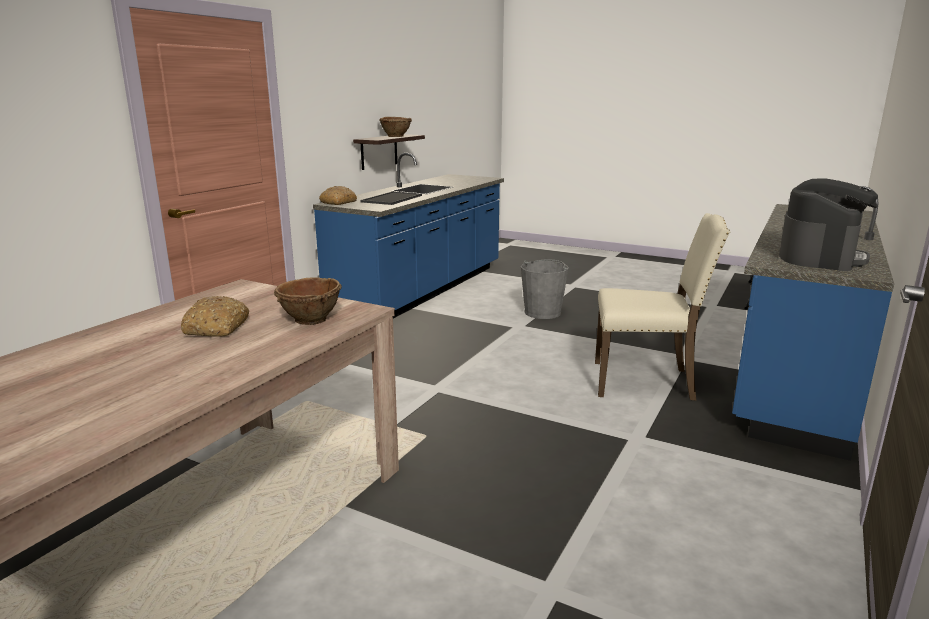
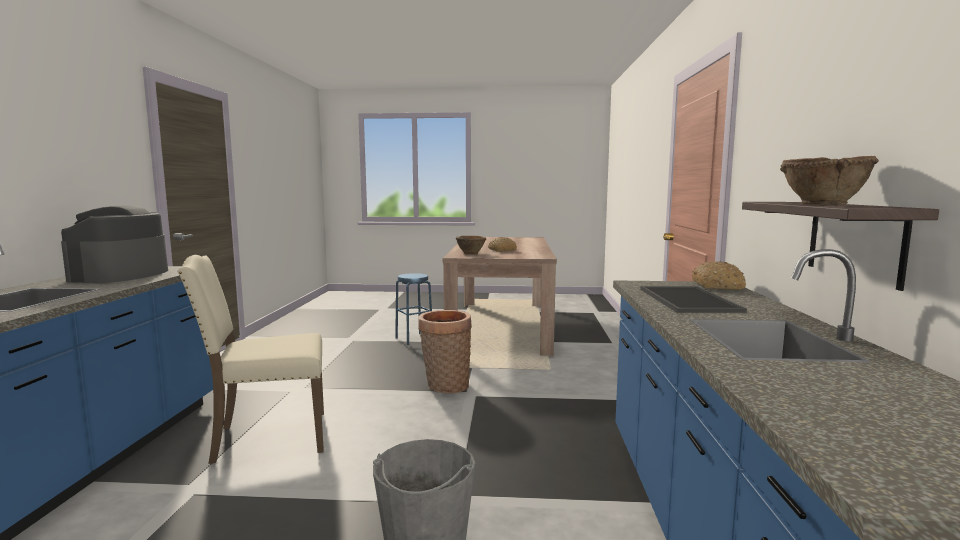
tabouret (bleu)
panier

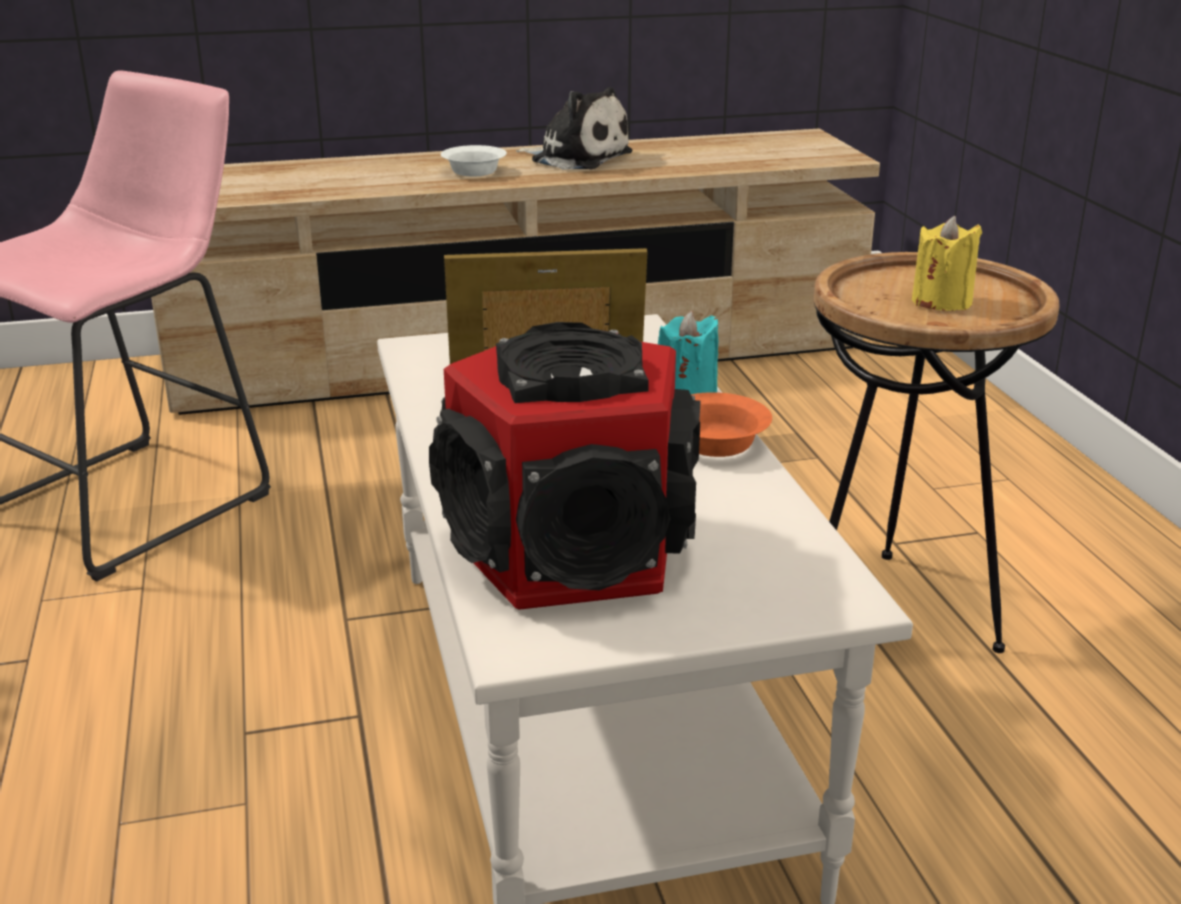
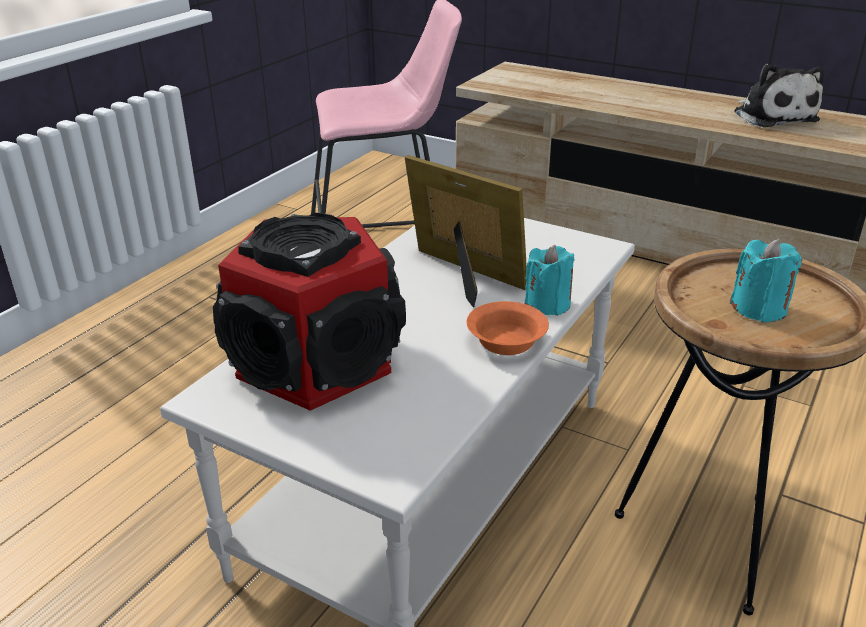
bol (blanc)
bougie (turquoise) (no. 2 from left)

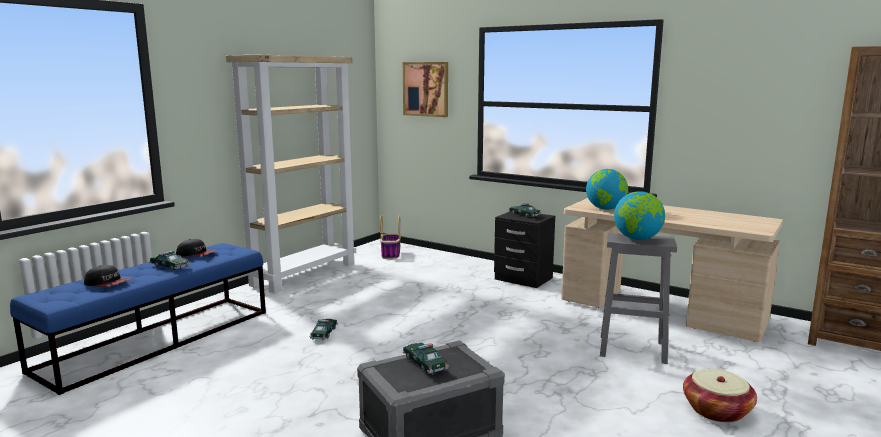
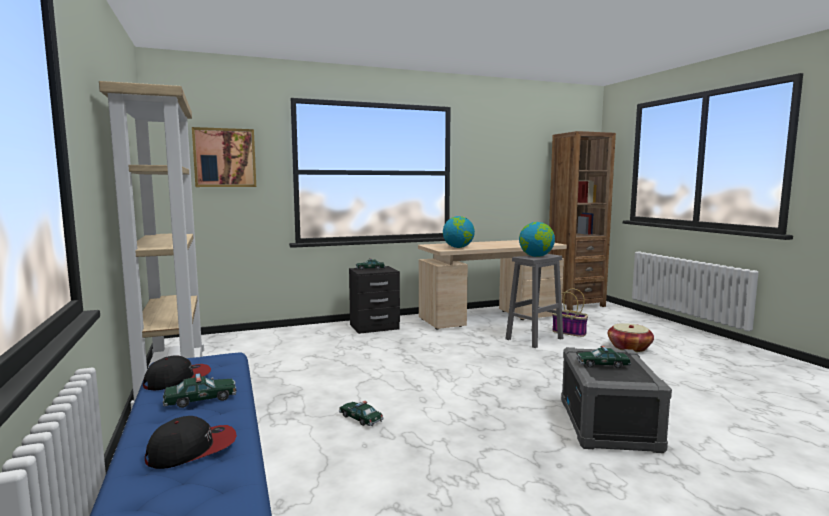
panier (no. 1 from left)

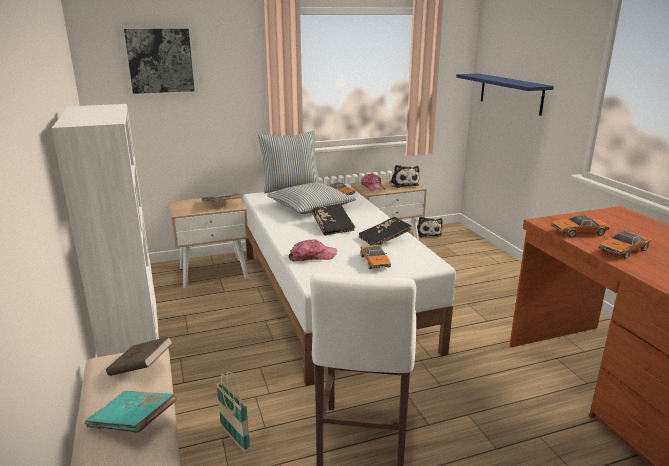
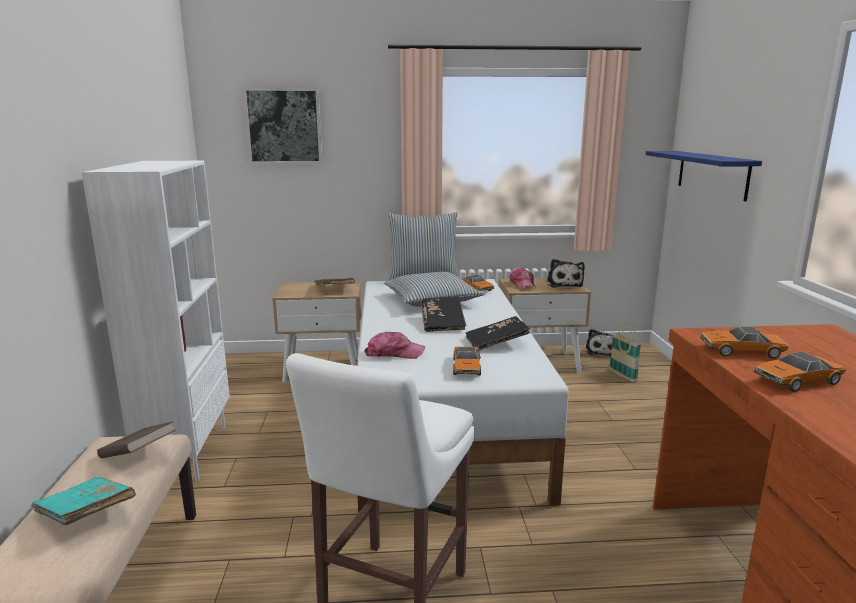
panier

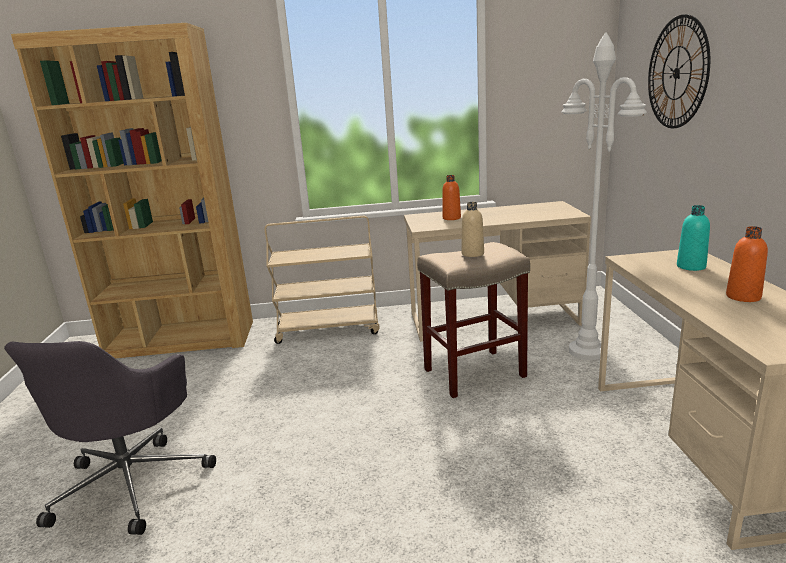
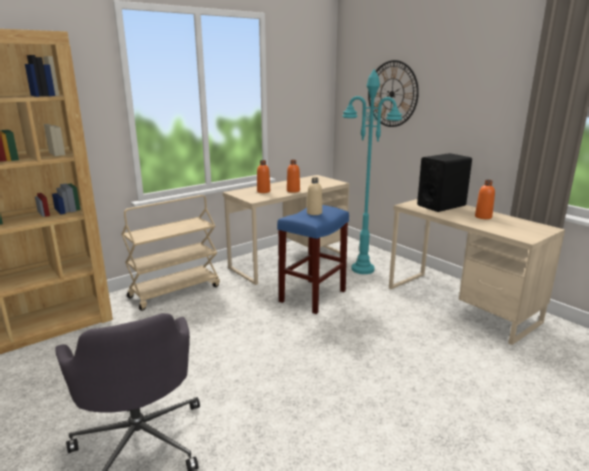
lampadaire (turquoise)
enceinte (noir)
tabouret (bleu)
bouteille (orange) (no. 2 from left)

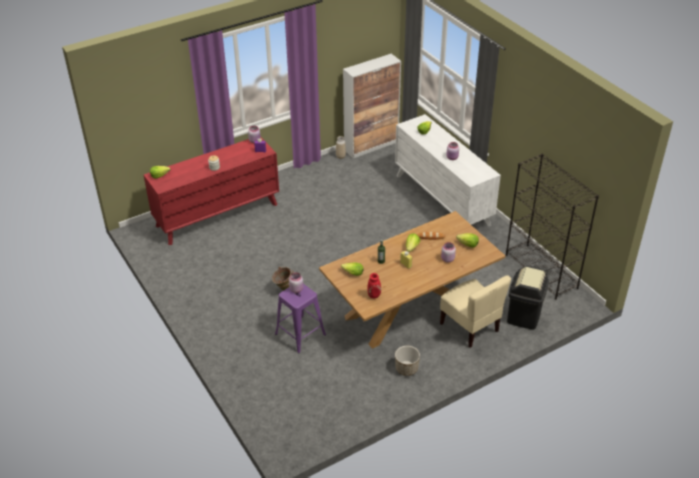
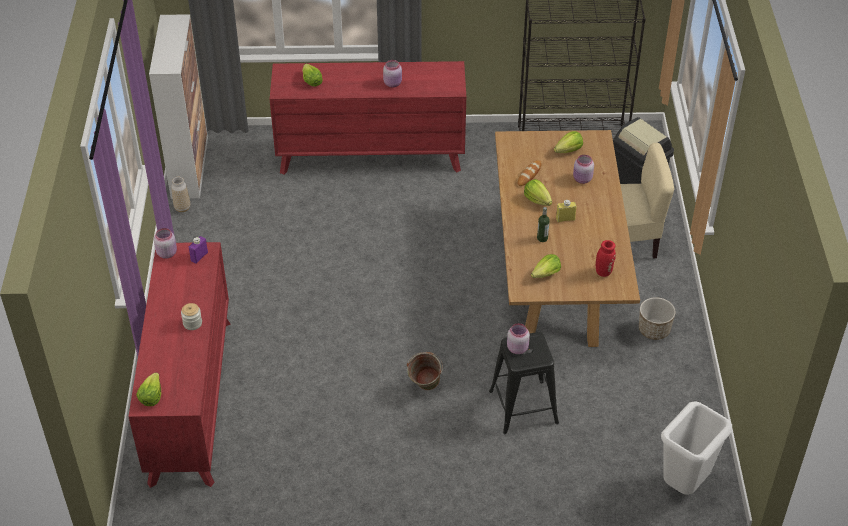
commode (rouge) (no. 2 from left)
tabouret (noir)
poubelle (blanc)

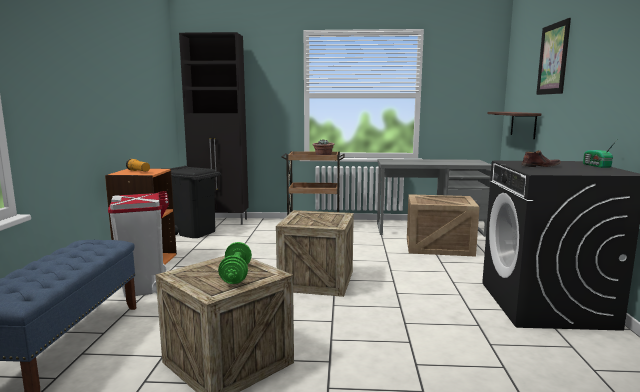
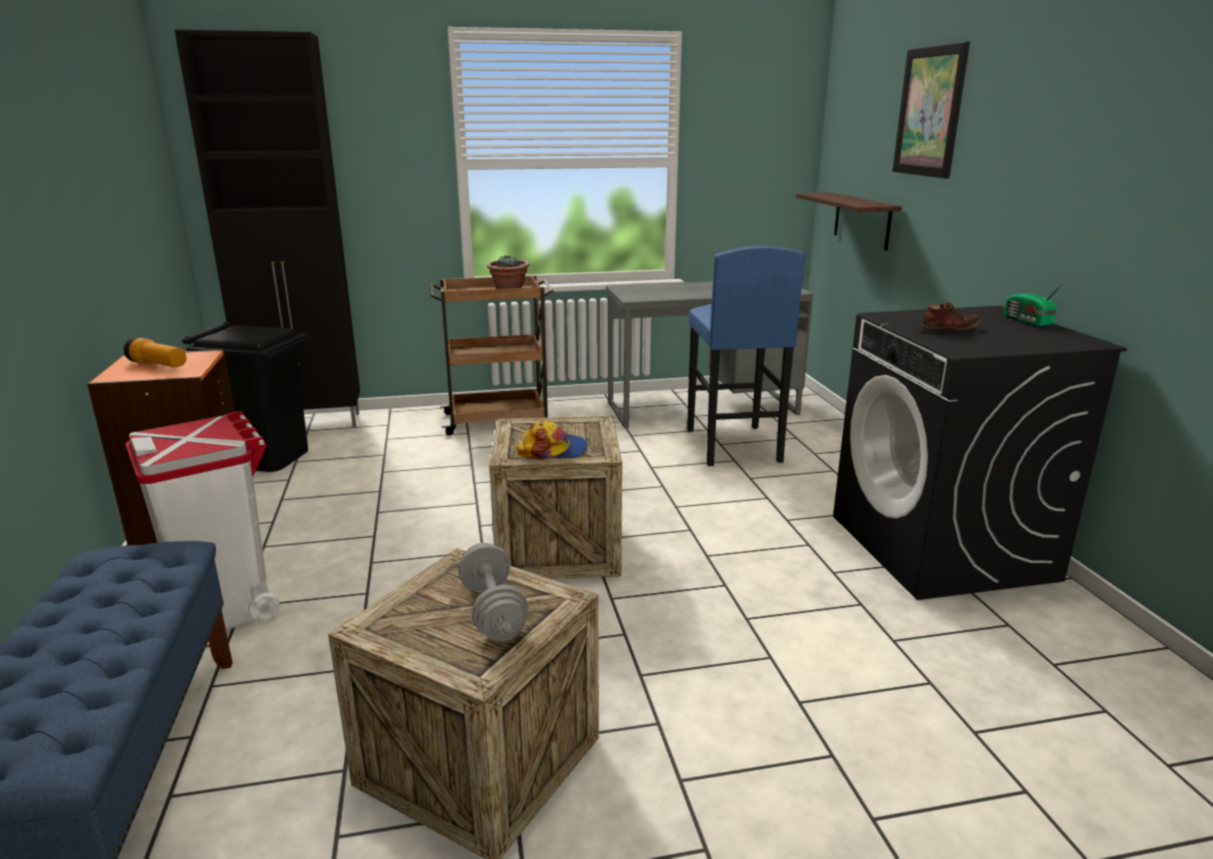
tabouret (bleu)
haltère (gris)
casquette

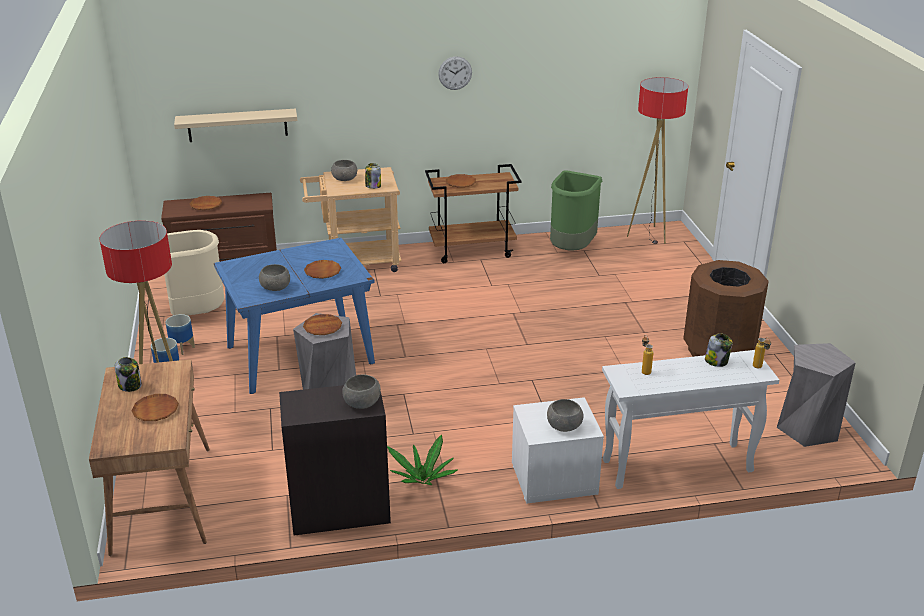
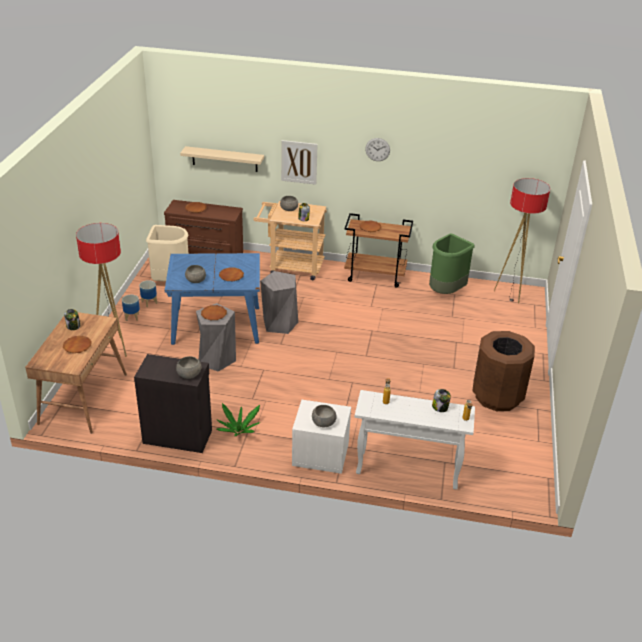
tabouret (gris) (no. 2 from left)
tableau

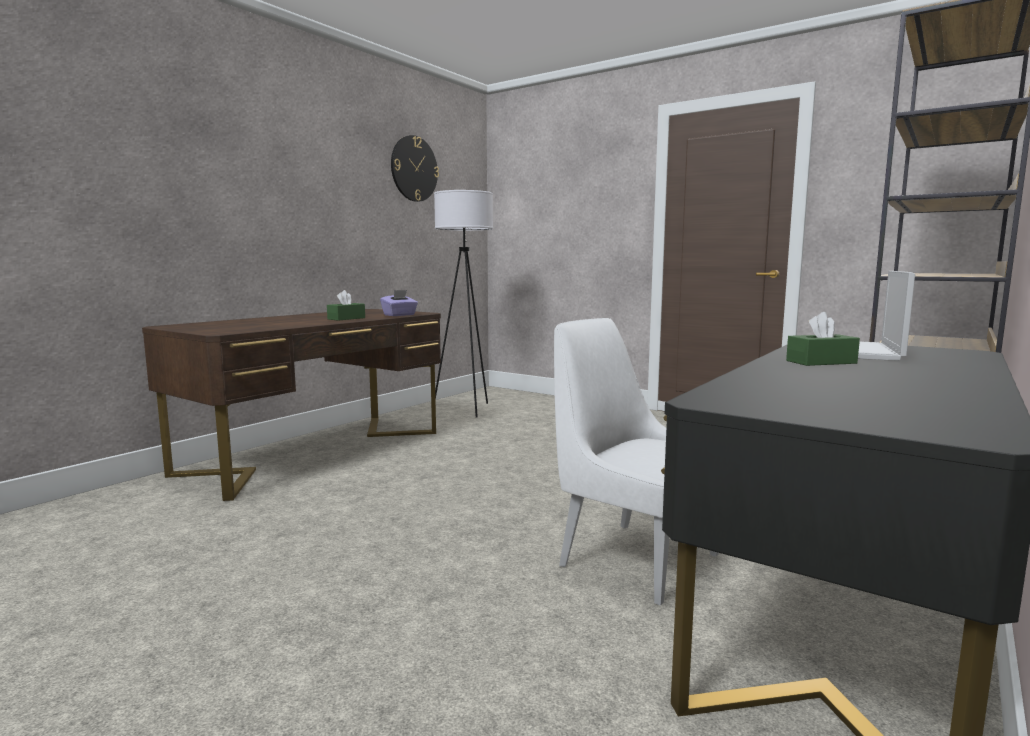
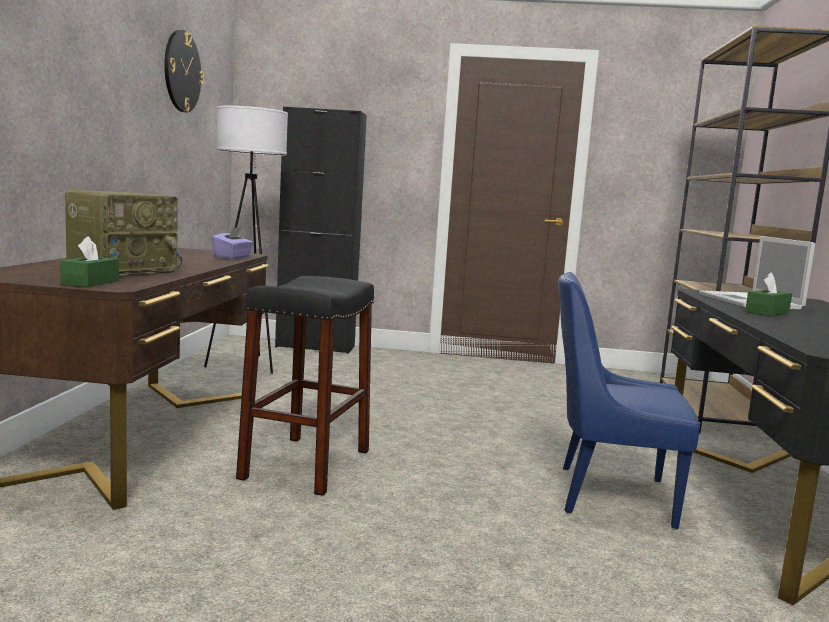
boîte à mouchoirs (vert) (no. 1 from left)
chaise (bleu)
meuble de rangement (noir)
radio
tabouret (noir)

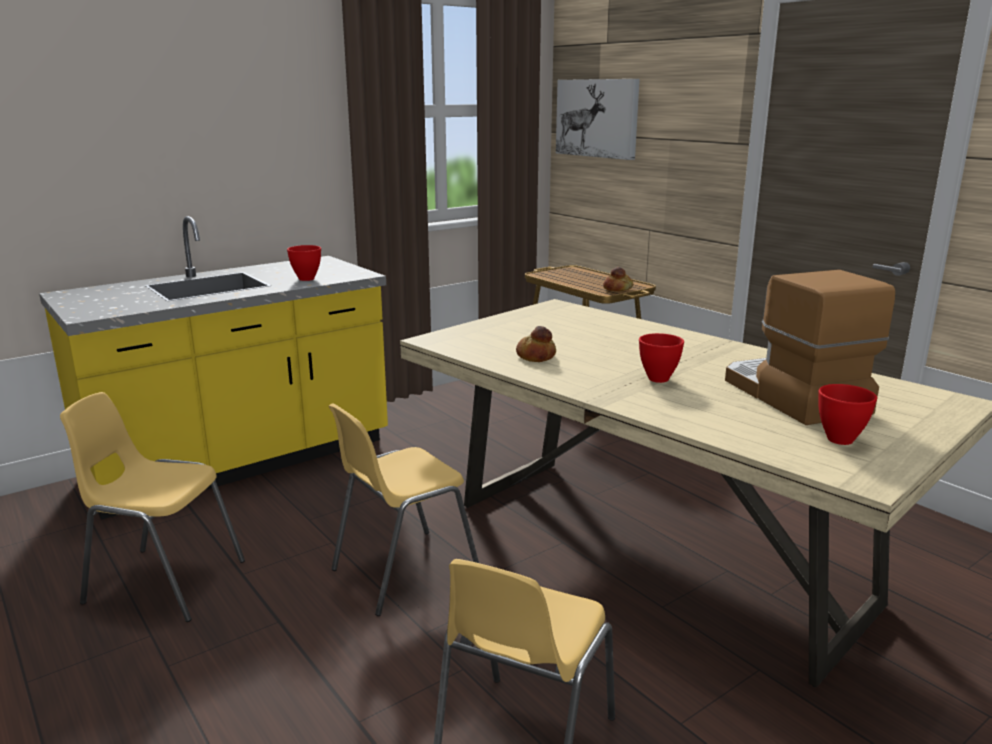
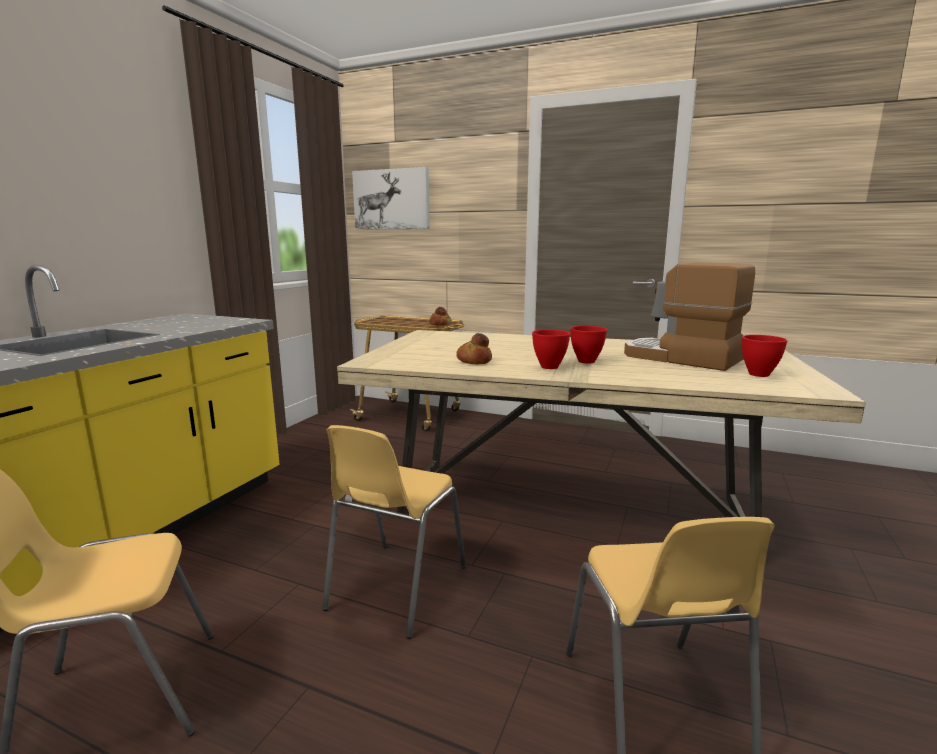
bol (rouge) (no. 1 from left)

